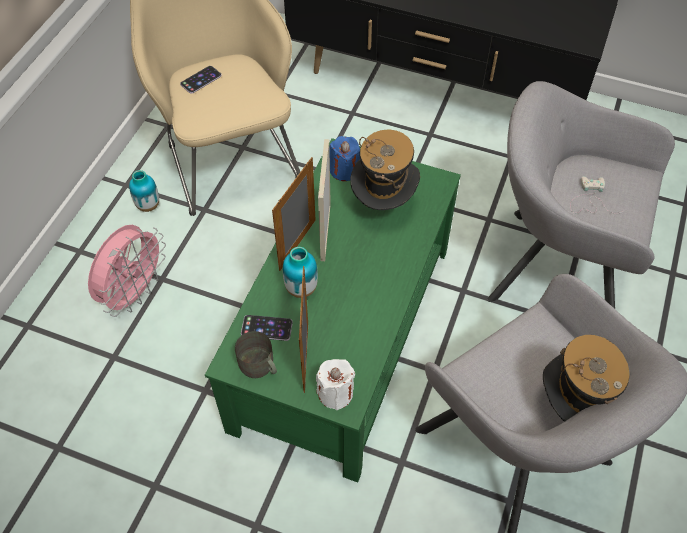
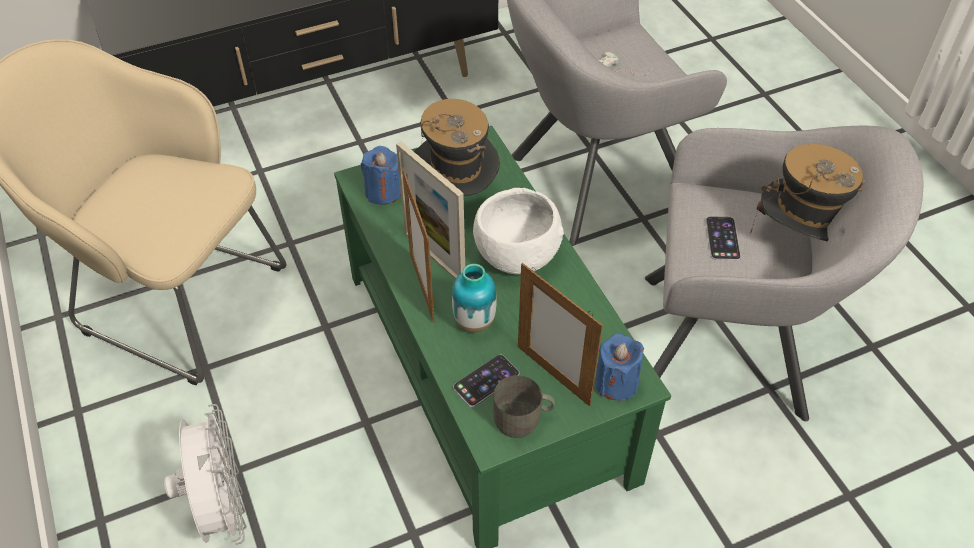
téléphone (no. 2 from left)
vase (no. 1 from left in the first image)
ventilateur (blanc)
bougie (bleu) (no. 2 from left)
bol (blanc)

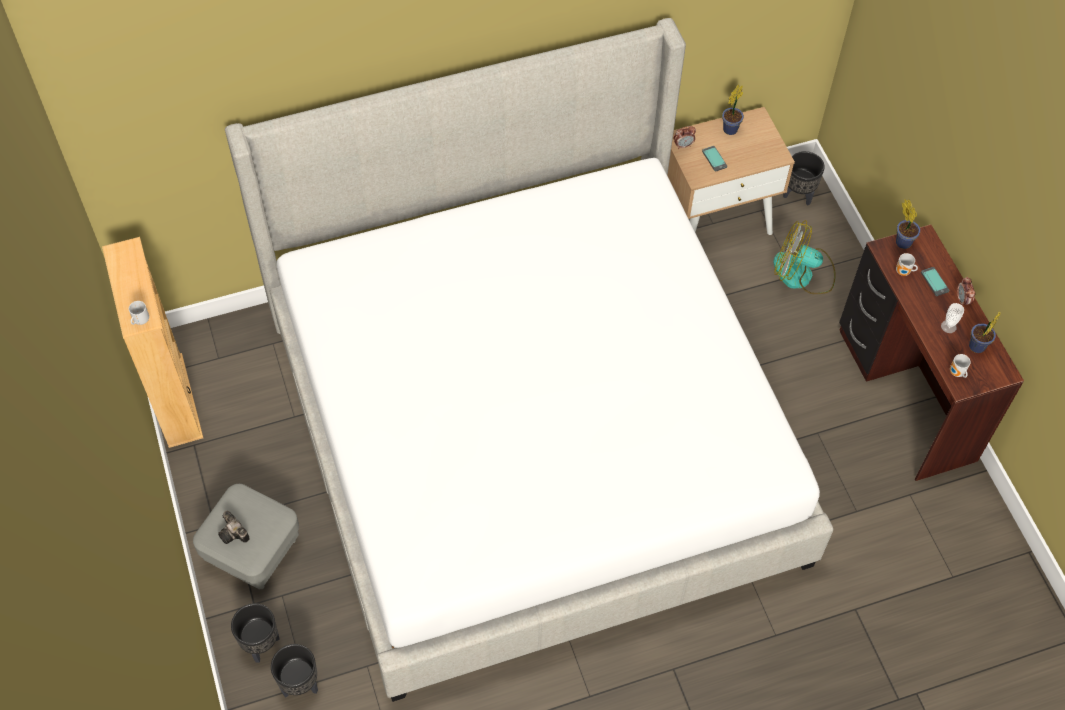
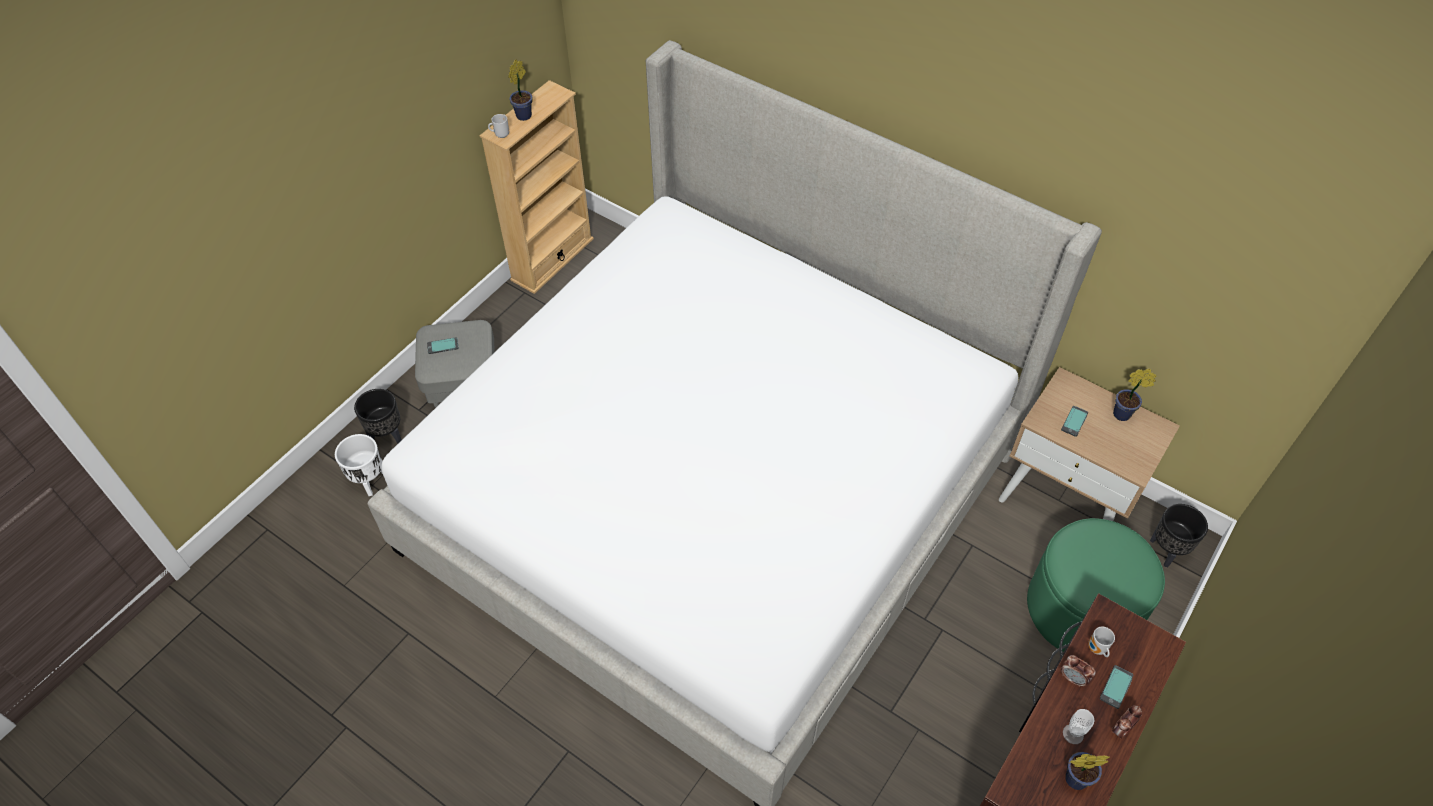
réveil (no. 1 from left)
plante en pot (no. 1 from left)
pouf (vert)
mug (no. 3 from left in the first image)
téléphone (no. 1 from left)
cache-pot (blanc)

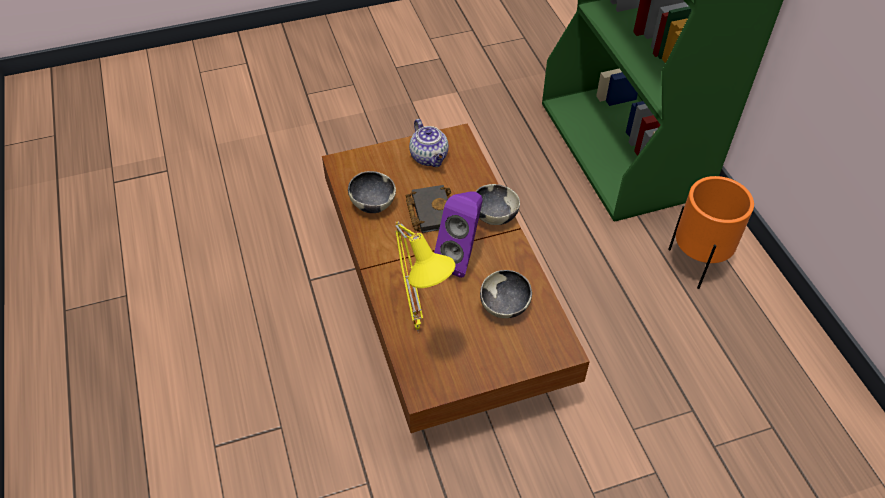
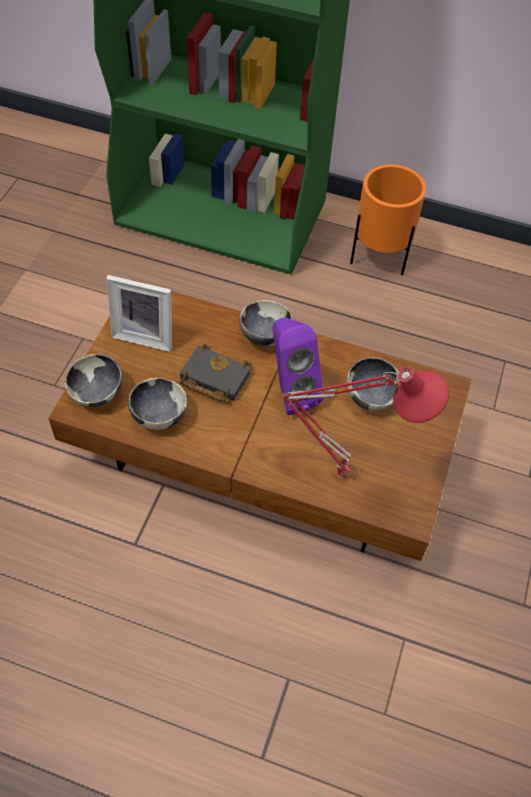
cadre photo
lampe de table (rouge)
bol (no. 1 from left)

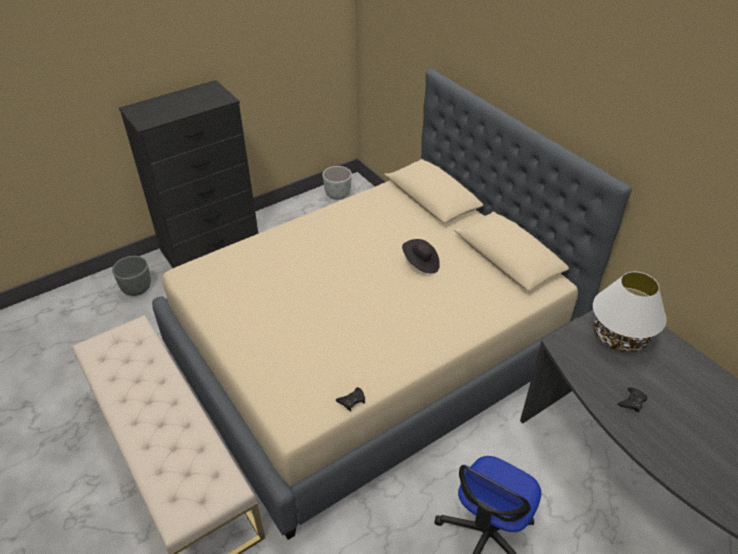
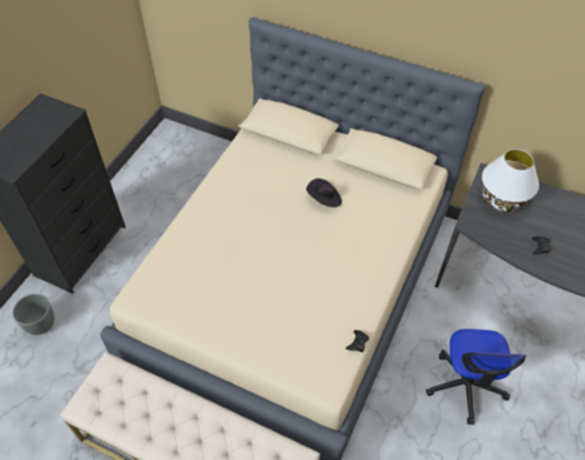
cache-pot (gris) (no. 2 from left in the first image)

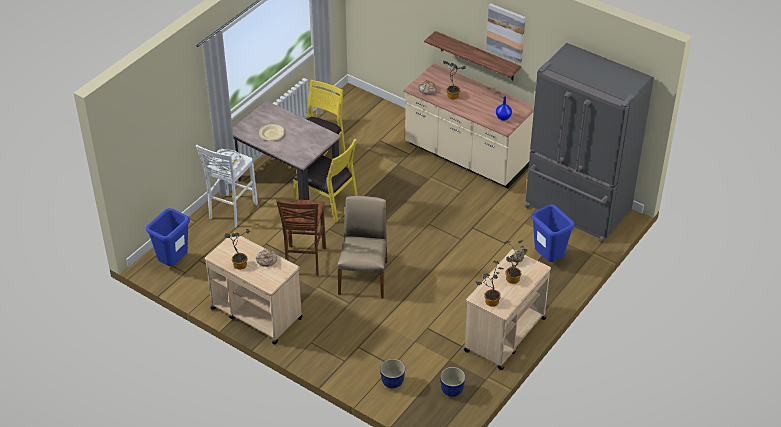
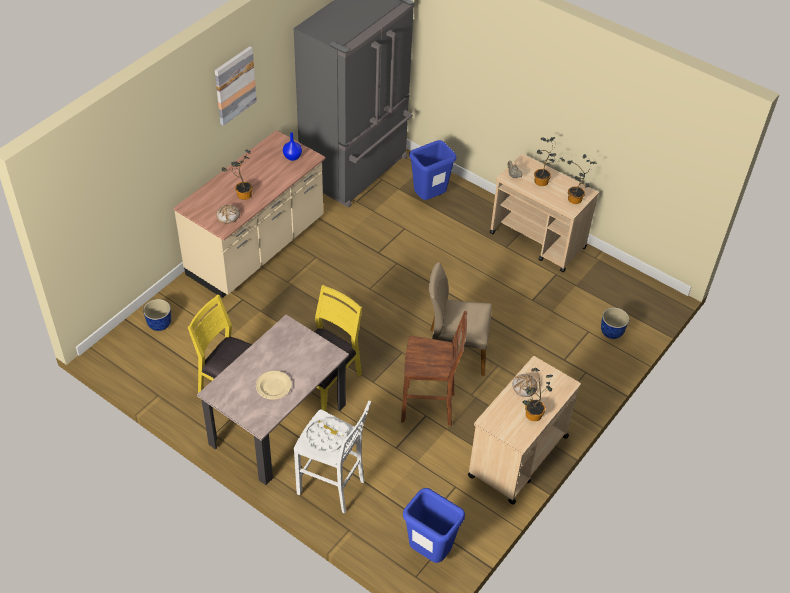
étagère
cache-pot (no. 1 from left)

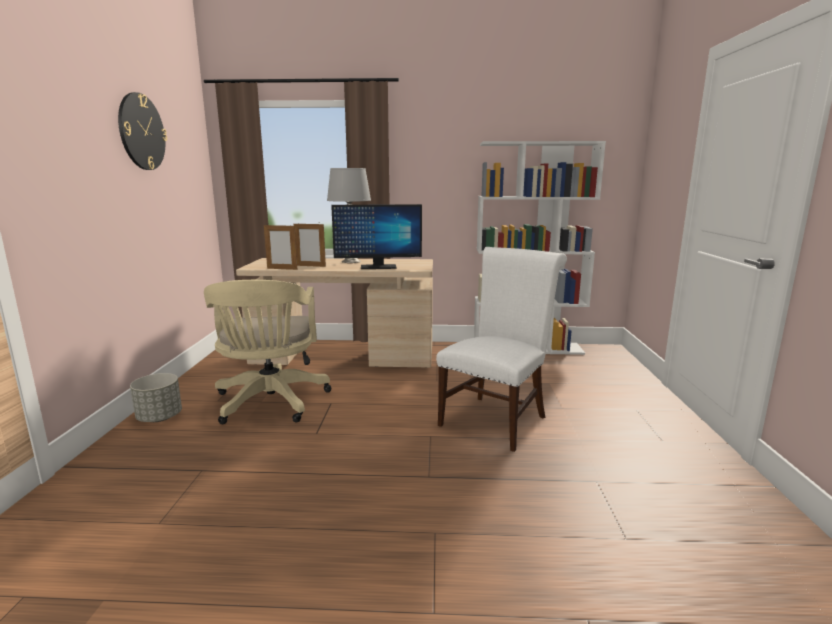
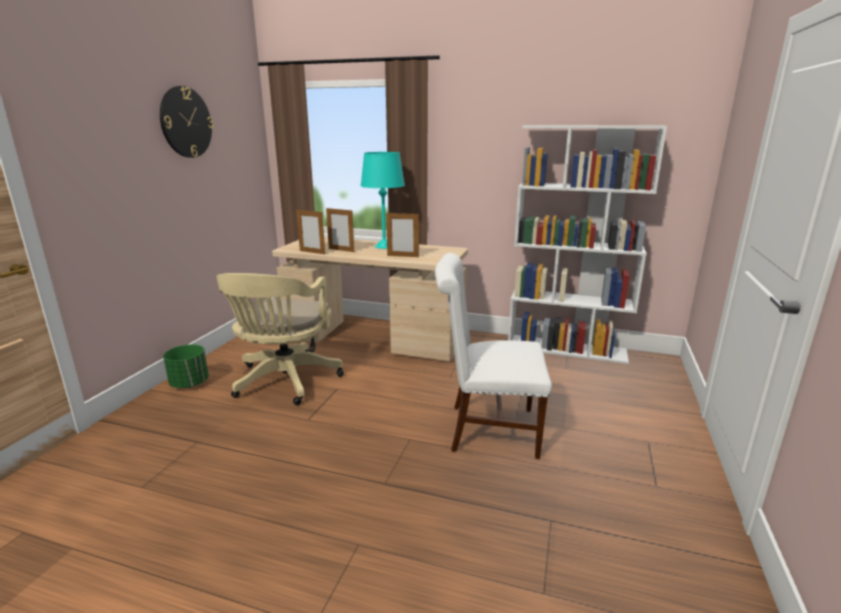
lampe de table (turquoise)
cadre photo (no. 3 from left)
chaise (blanc)
cache-pot (vert)

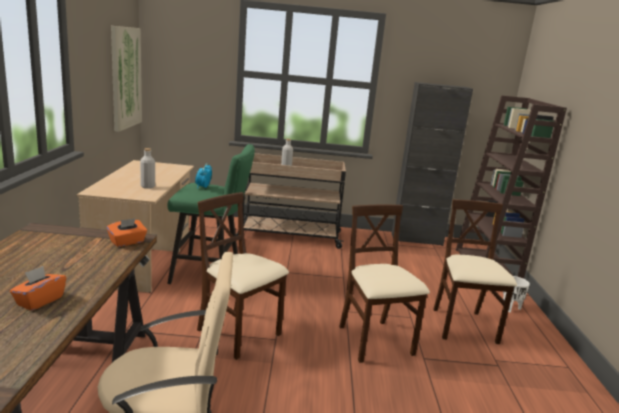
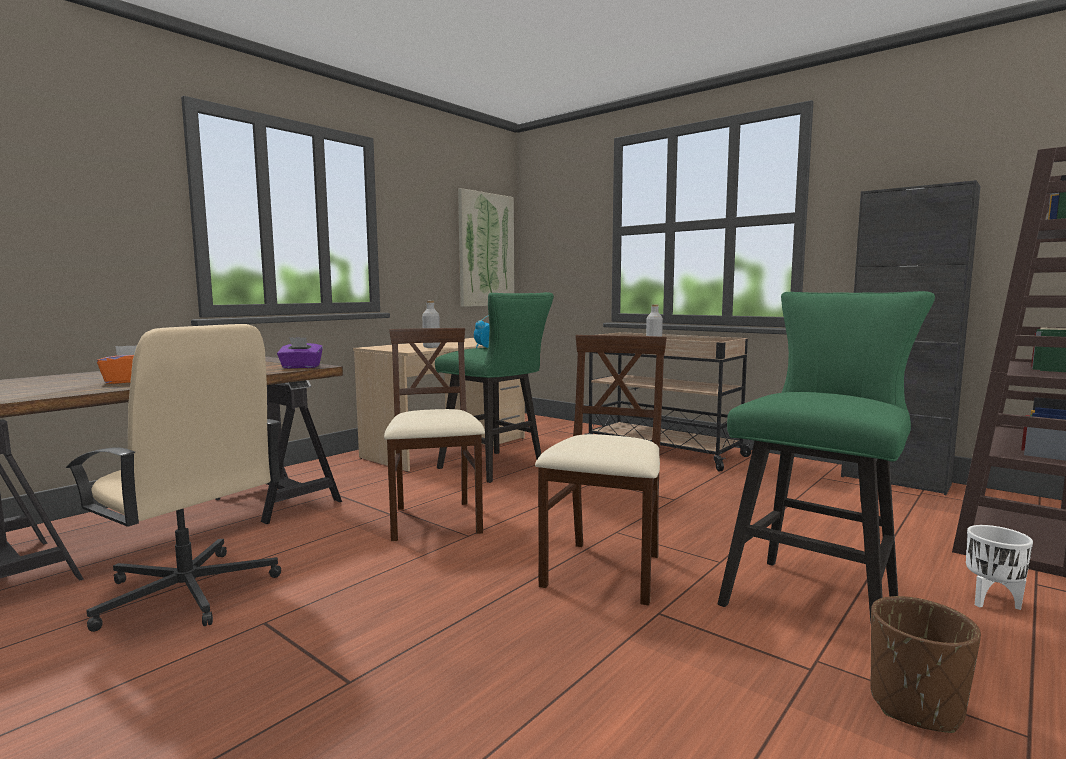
tabouret (vert) (no. 2 from left)
boîte à mouchoirs (violet)
cache-pot (marron)

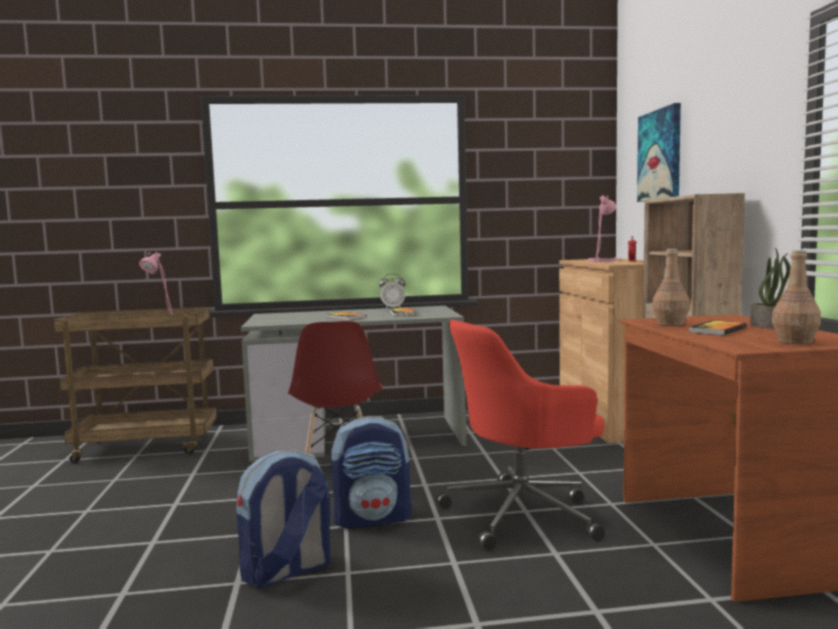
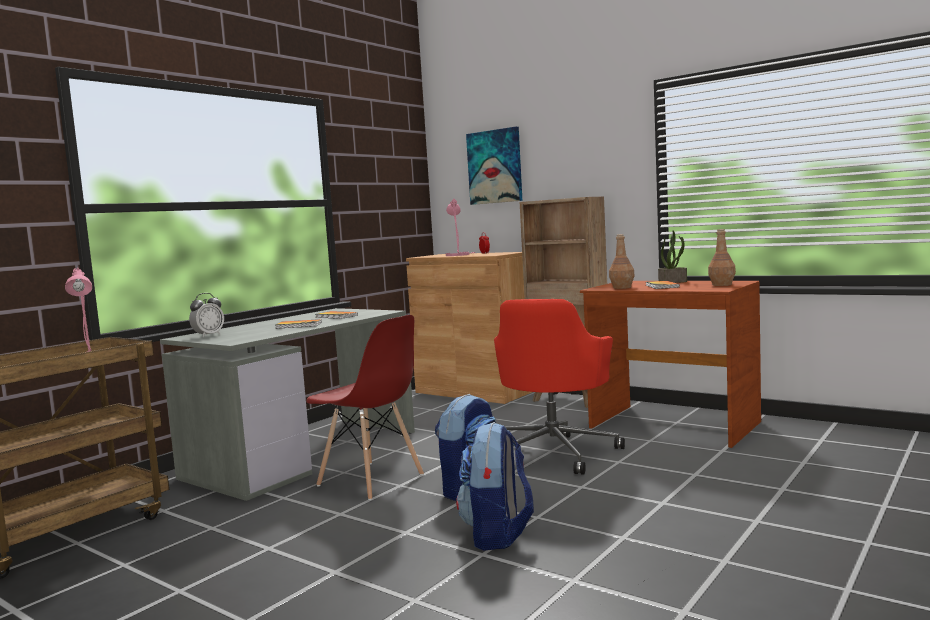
réveil (no. 1 from left)

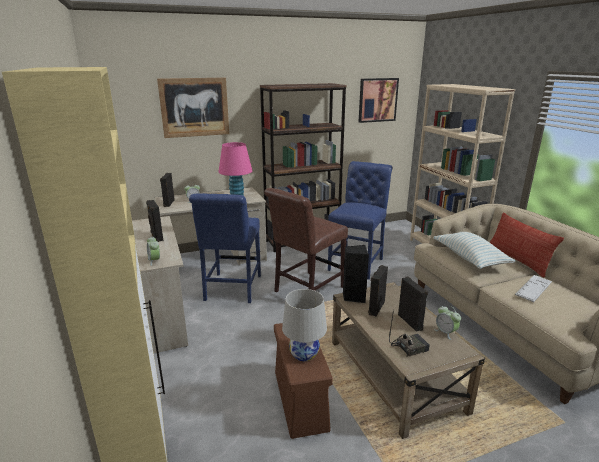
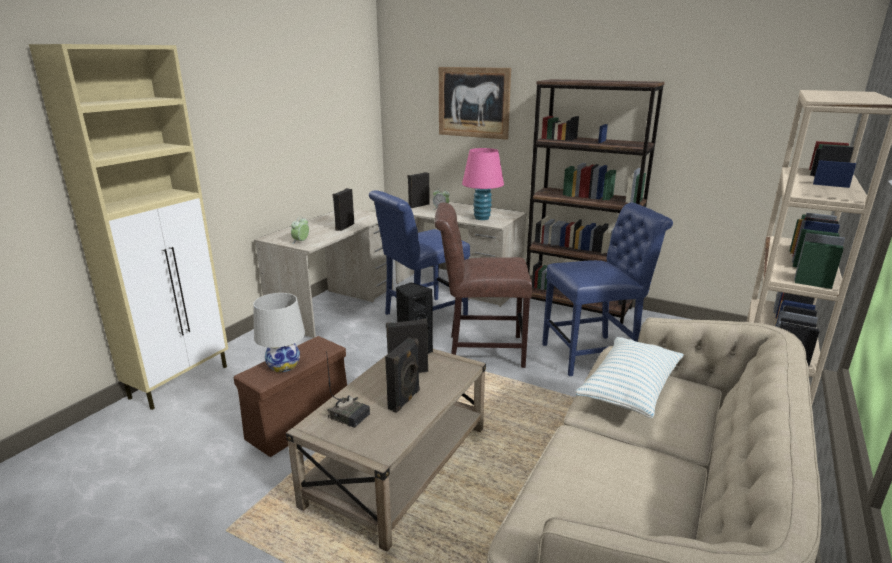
tableau (no. 2 from left in the first image)
coussin (no. 2 from left in the first image)
clavier
réveil (no. 3 from left in the first image)

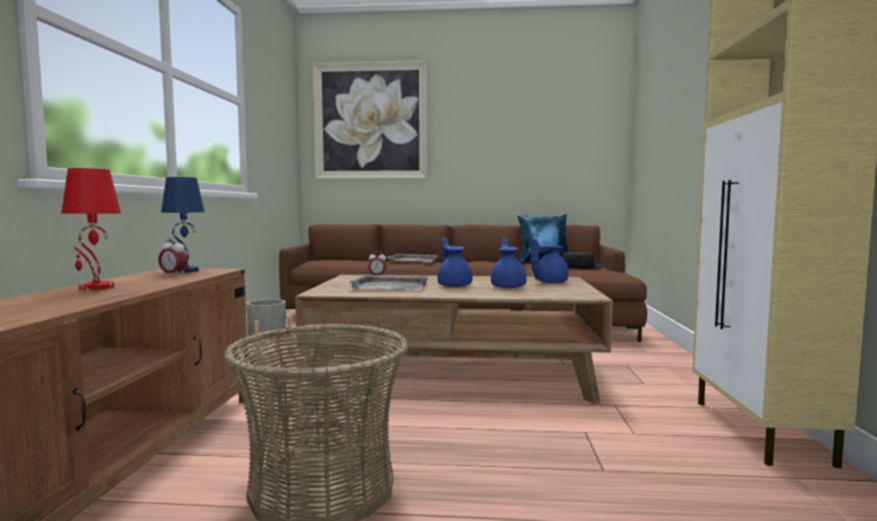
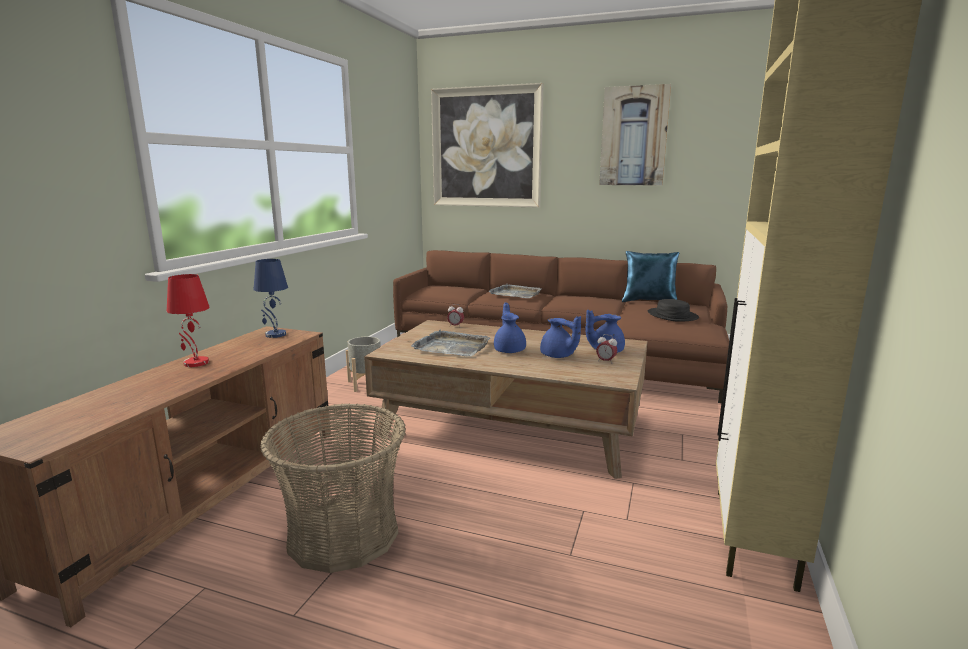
réveil (no. 2 from left)
théière (bleu) (no. 2 from left)
tableau (no. 2 from left)

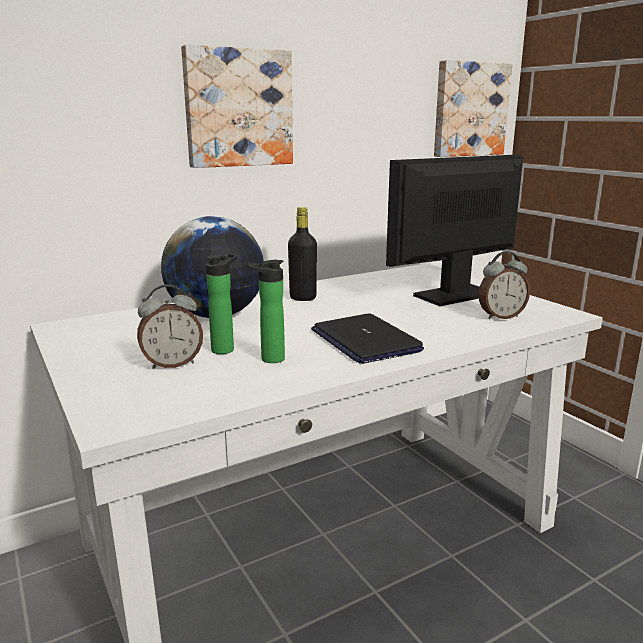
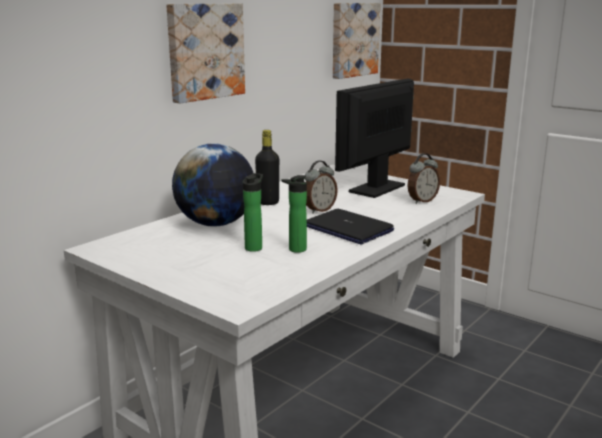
réveil (no. 1 from left)

